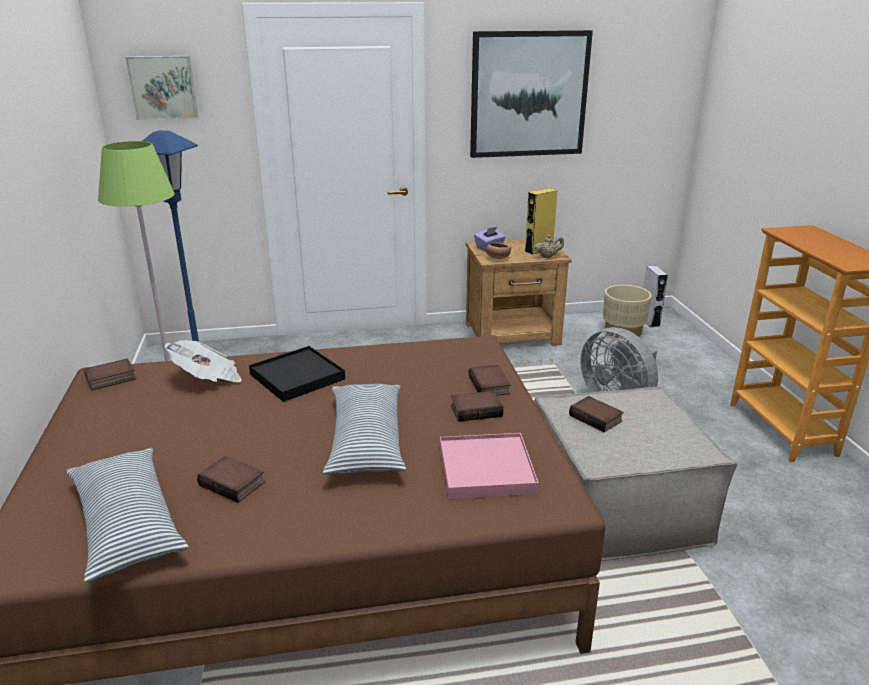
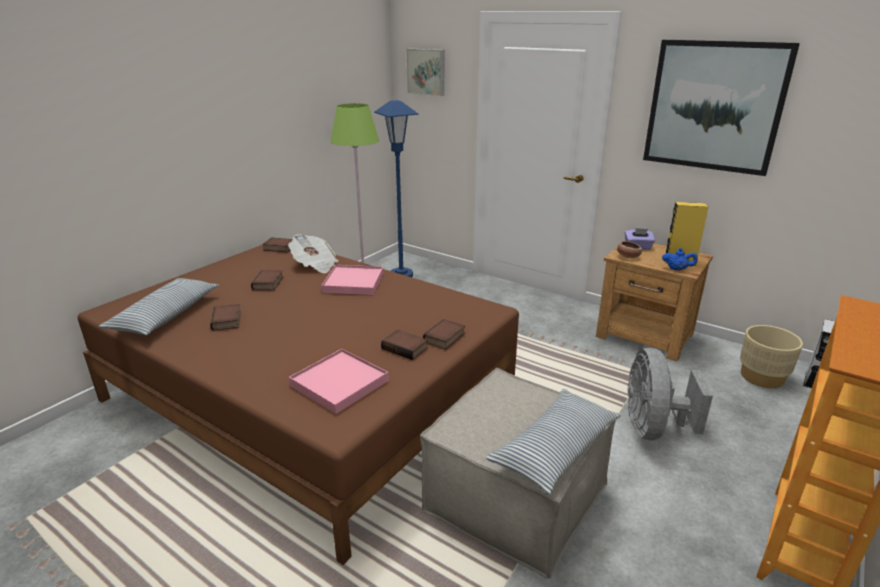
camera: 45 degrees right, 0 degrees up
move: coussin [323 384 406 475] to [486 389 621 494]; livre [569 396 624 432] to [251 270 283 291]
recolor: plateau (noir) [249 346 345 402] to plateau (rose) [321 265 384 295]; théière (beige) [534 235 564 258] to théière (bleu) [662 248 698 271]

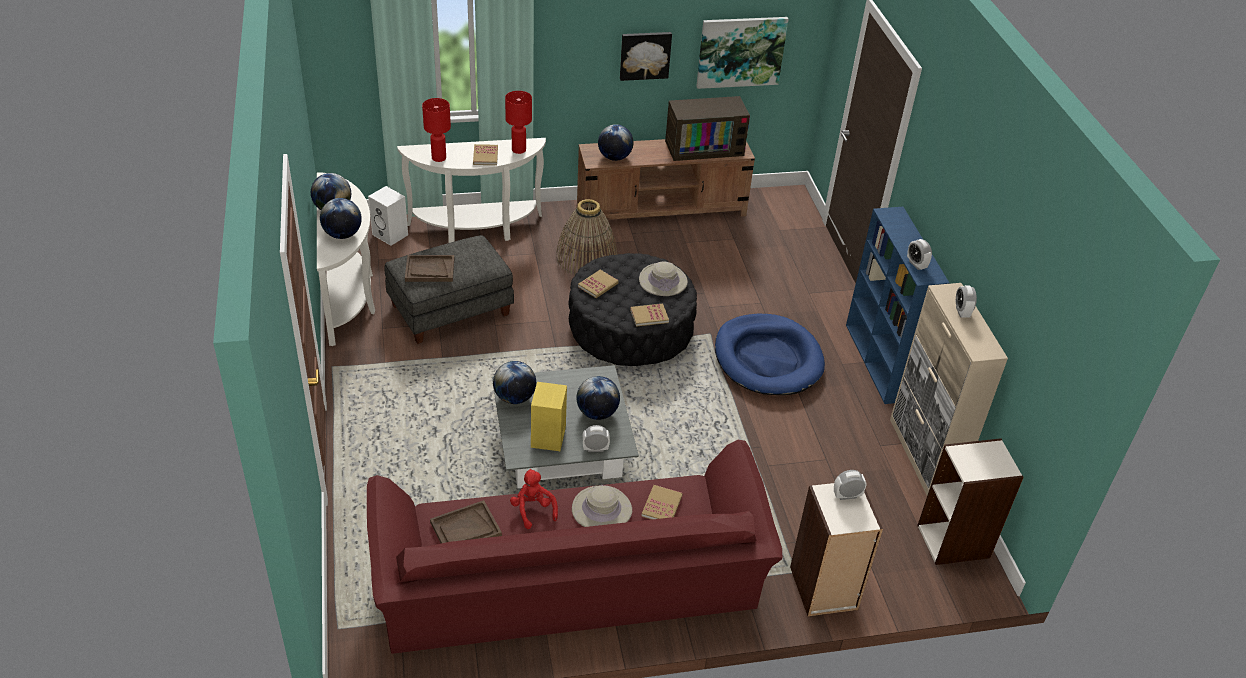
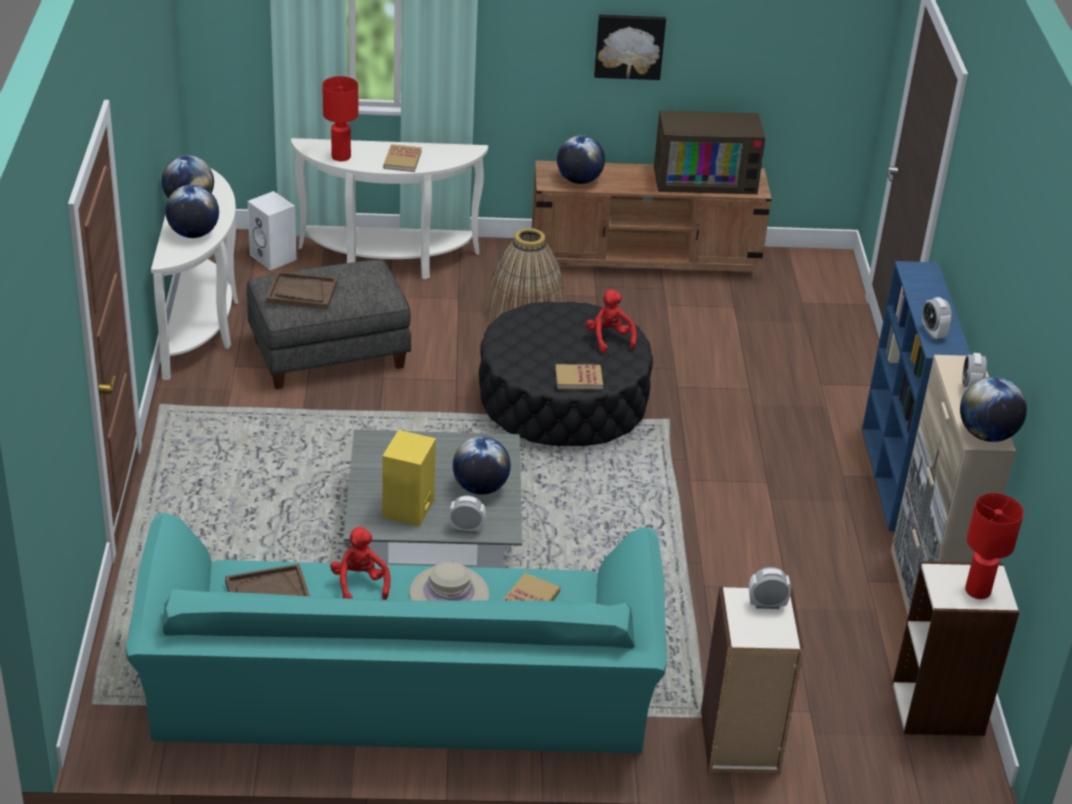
camera: 10 degrees right, 5 degrees down
delete: livre [578 270 619 298]; tableau [696 17 788 89]; panier pour chien (bleu) [715 314 825 395]
move: globe [493 361 536 404] to [960 377 1027 442]; lampe de table (rouge) [505 91 532 154] to [965 493 1024 599]
replace: chapeau (beige) [639 262 688 296] to peluche (rouge) [586 289 637 353]
recolor: canapé (rouge) [367 440 782 654] to canapé (turquoise) [126 512 667 753]

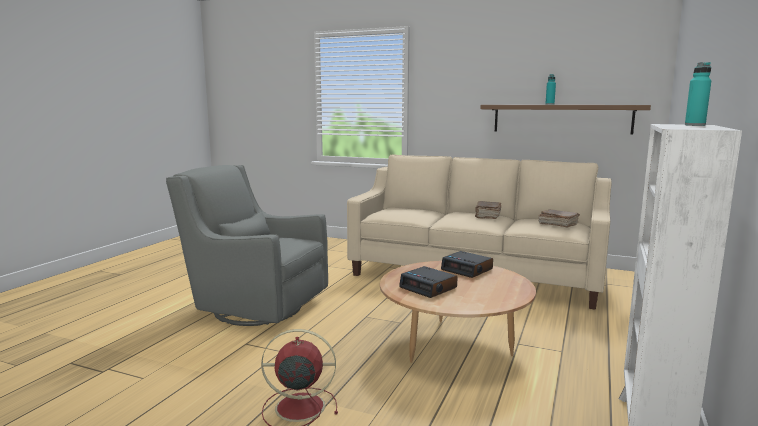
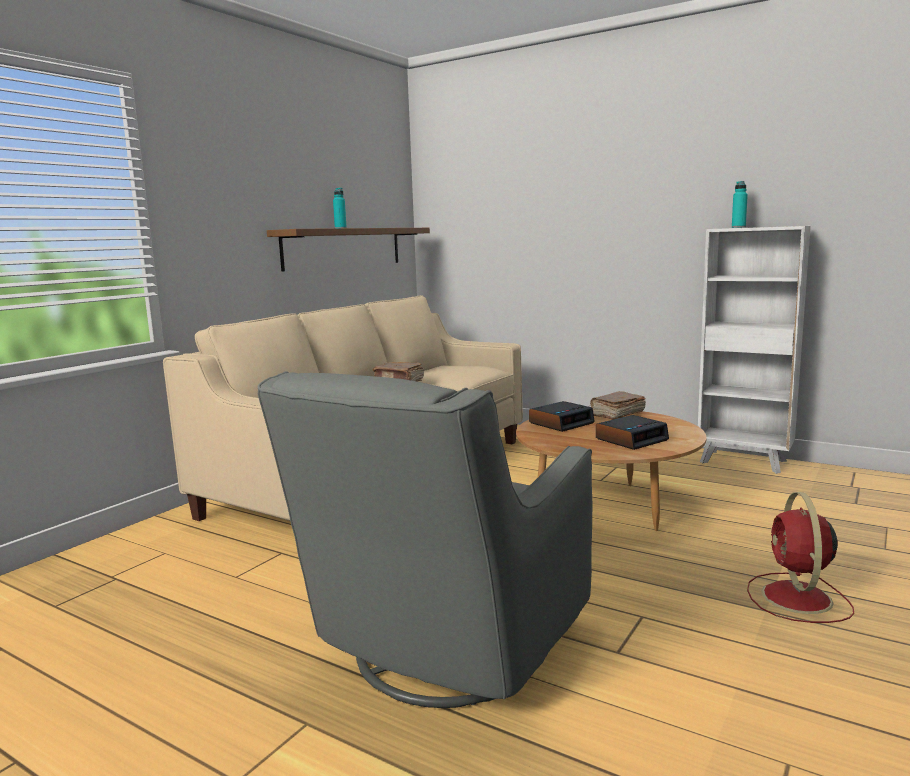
camera: 80 degrees left, 0 degrees up
move: livre (marron) [538 209 580 227] to [590 391 646 420]

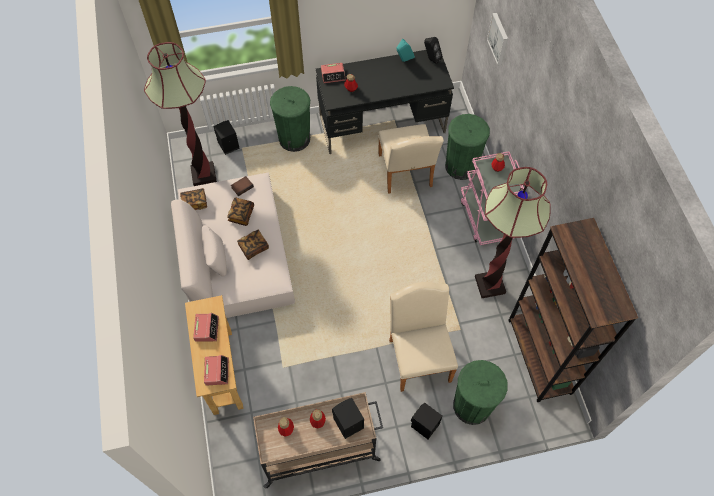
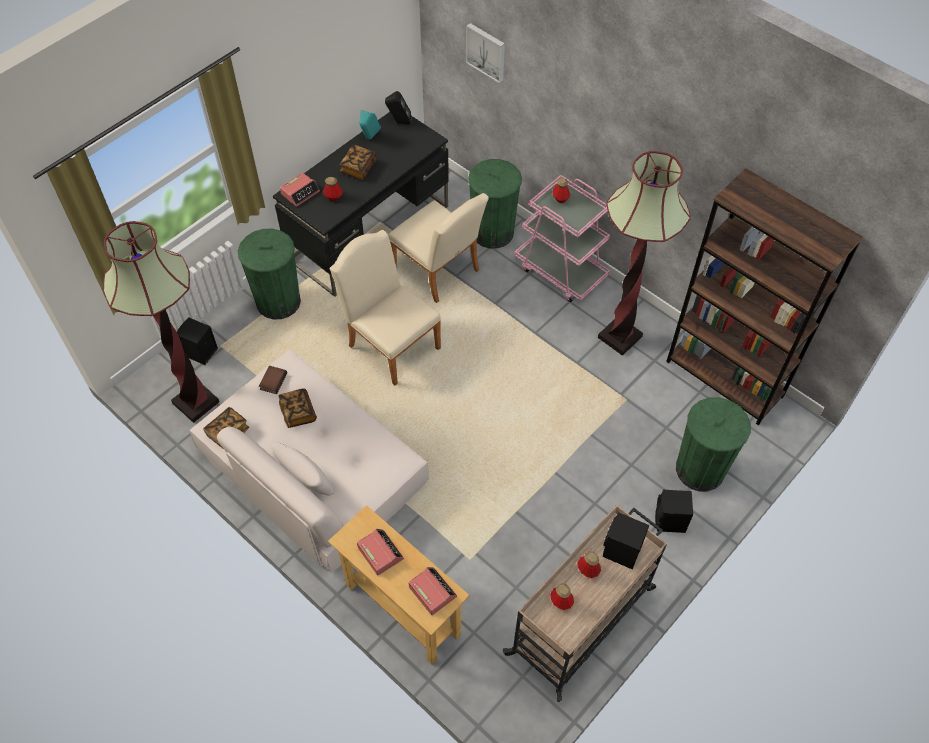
camera: 35 degrees left, 5 degrees down
move: livre [237 230 269 260] to [340 145 377 181]; chaise (beige) [389 282 458 392] to [329 230 441 385]

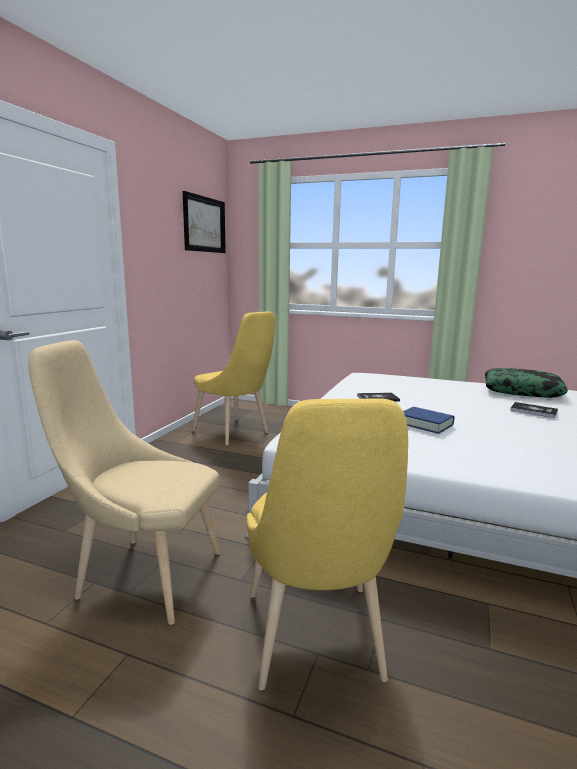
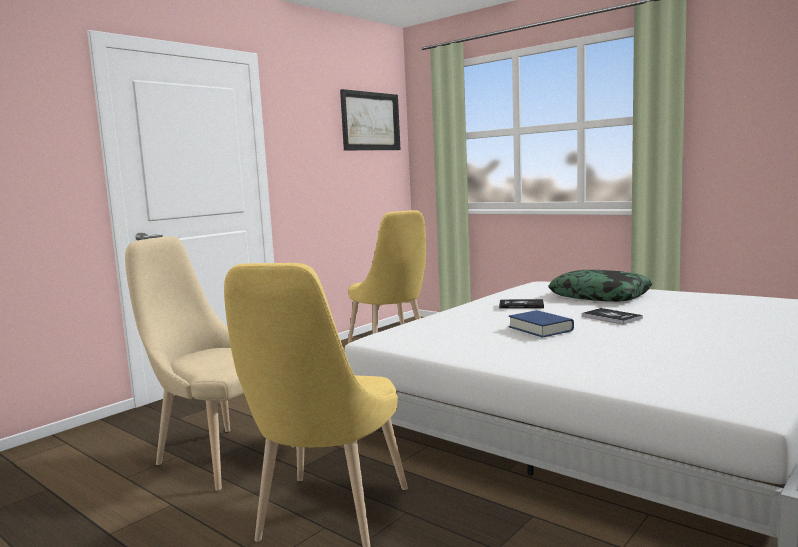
camera: 20 degrees right, 5 degrees down
move: coussin [485 368 568 398] to [548 270 653 302]; livre [510 402 558 418] to [582 308 643 325]

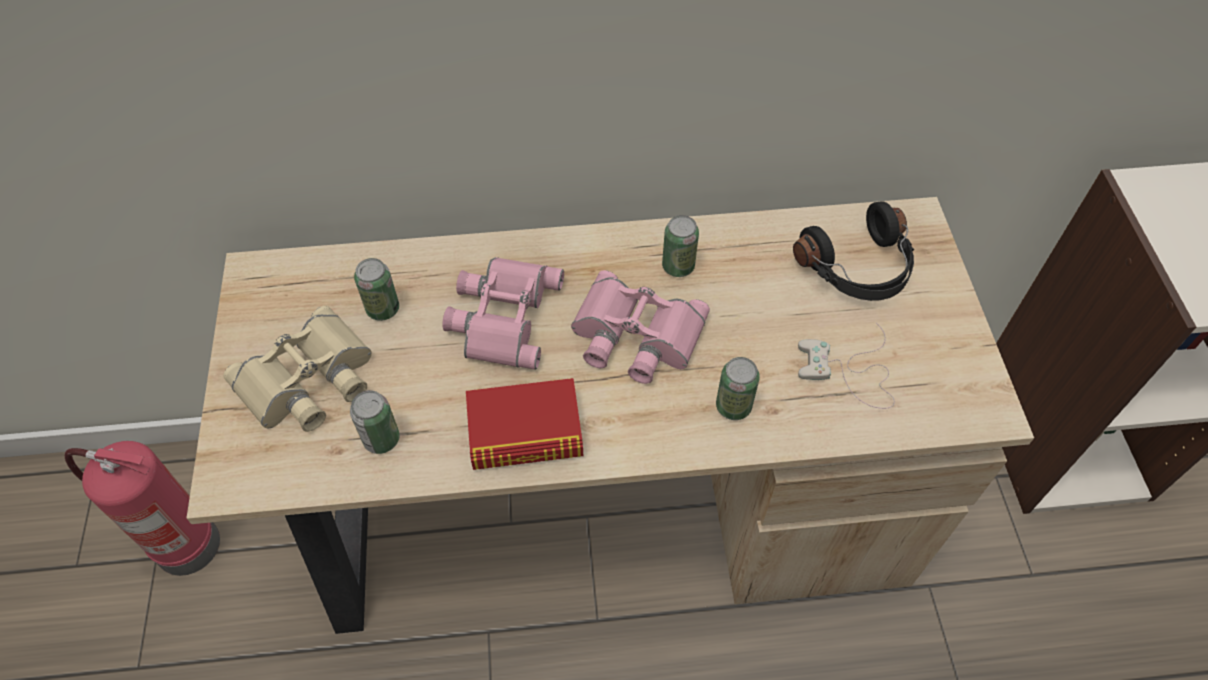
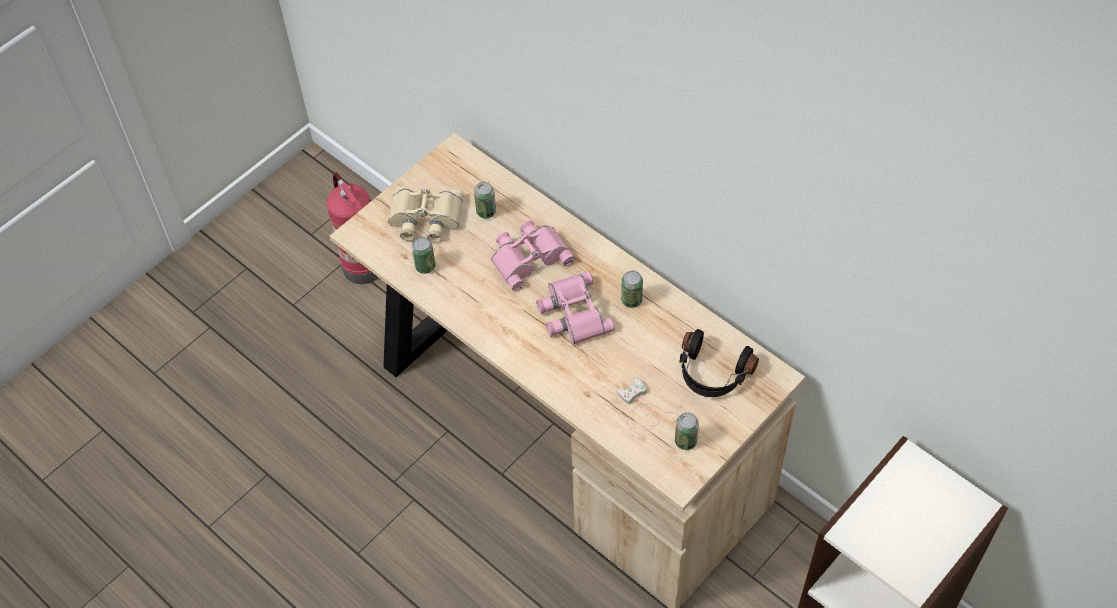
camera: 50 degrees right, 0 degrees up
delete: livre [466 378 583 470]
move: boîte métallique [716 357 760 420] to [675 413 699 450]

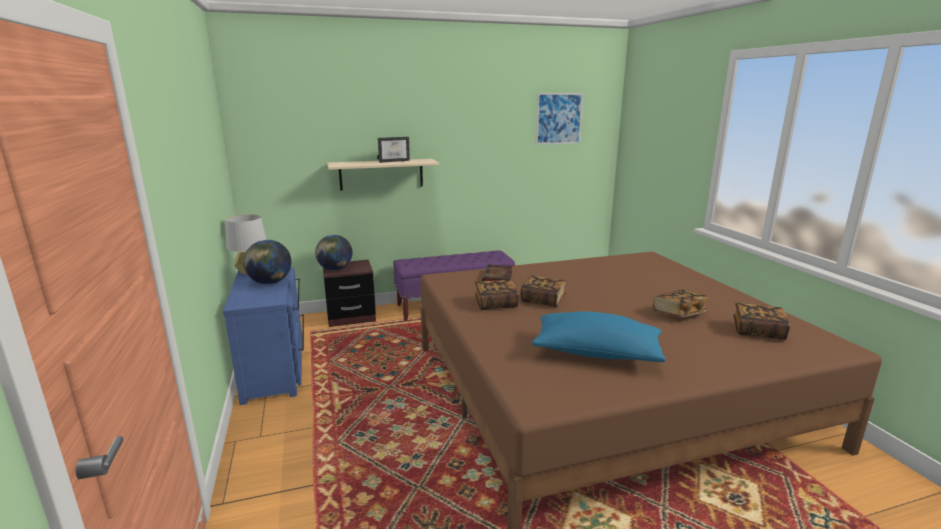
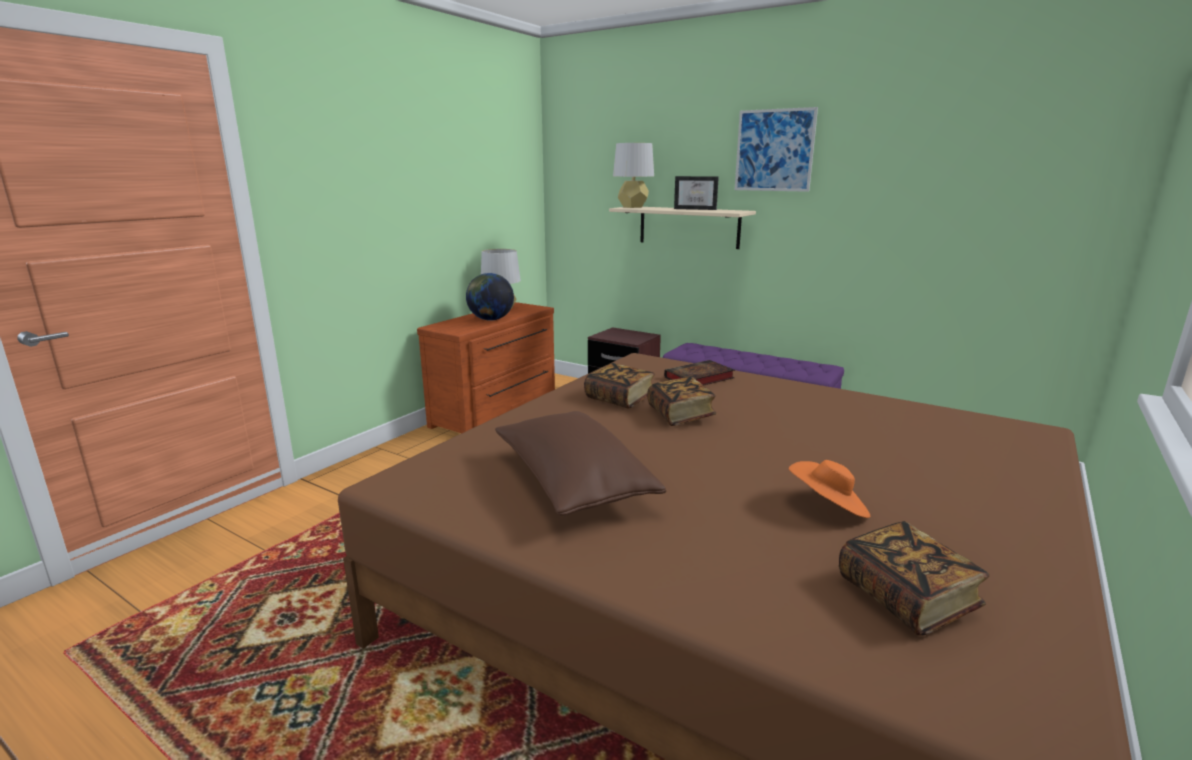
camera: 50 degrees right, 0 degrees up
delete: globe [315 235 352 271]
insert: lampe de table (gris) [613 143 654 208]
move: tableau [536 93 583 145] to [735 107 818 192]
replace: livre [653 290 709 318] to chapeau (orange) [788 460 871 518]
recolor: commode (bleu) [223 267 304 405] to commode (marron) [417 302 555 434]; coussin (bleu) [532 311 666 362] to coussin (marron) [495 411 666 516]

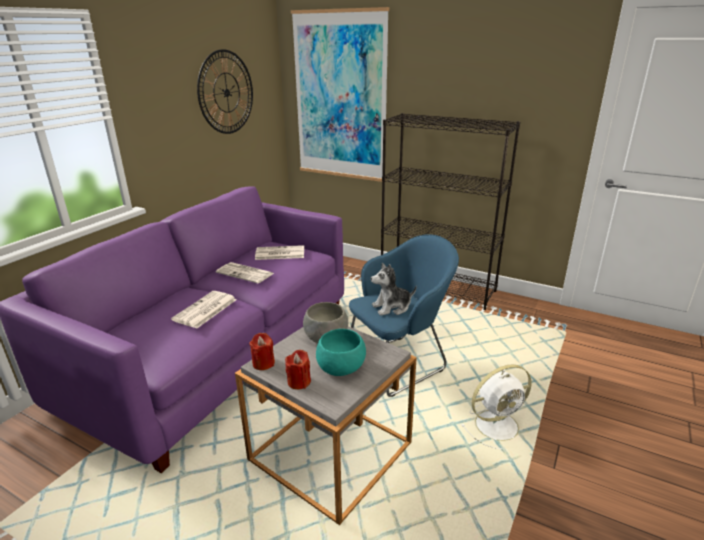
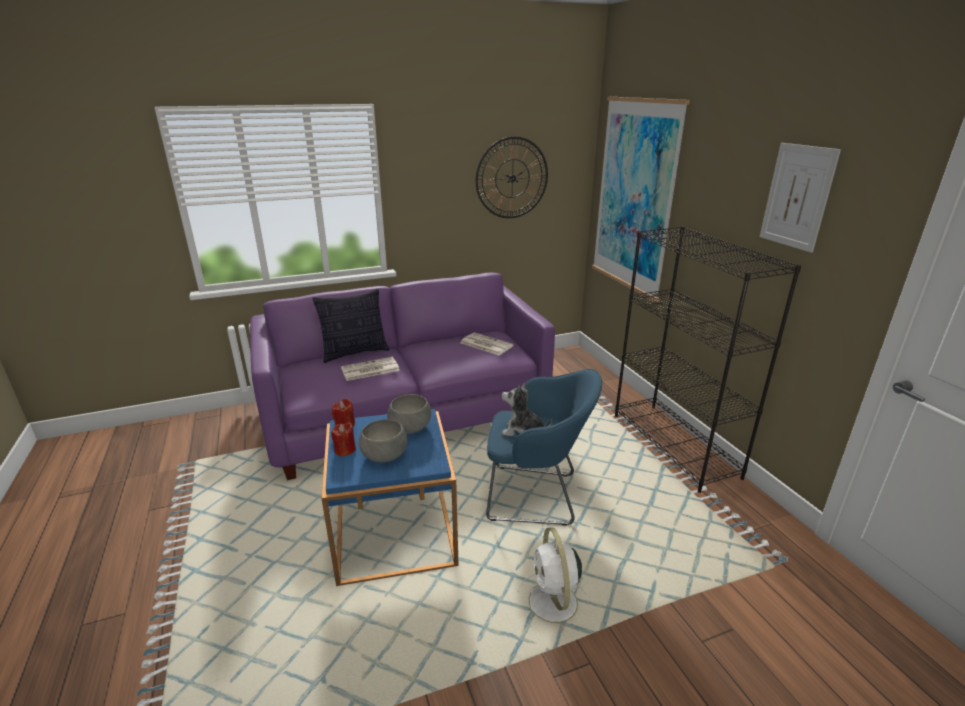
camera: 40 degrees right, 0 degrees up
delete: journal [216 262 274 283]
insert: coussin [312 289 390 363]; tableau [760 143 841 253]
recolor: table d'appoint (gris) [235 326 417 525] to table d'appoint (bleu) [322 409 459 586]; bol (turquoise) [316 329 366 376] to bol (gris) [358 419 407 462]
rotate: ventilateur (blanc) [461 365 532 449] = [518 527 588 623] 60 degrees clockwise

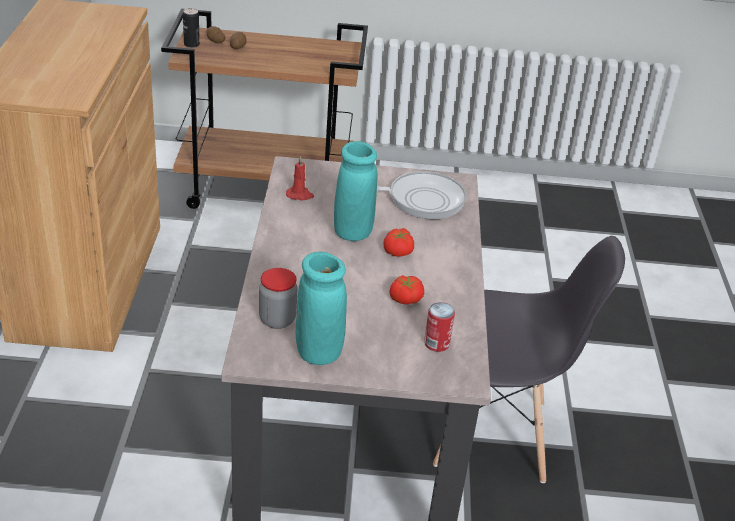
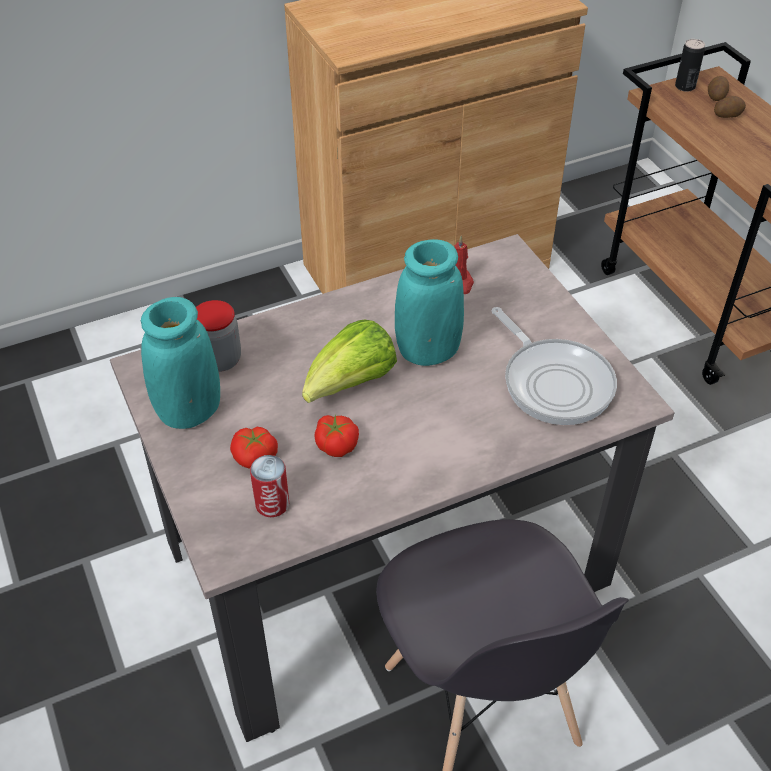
camera: 65 degrees right, 10 degrees up
insert: laitue [302 320 397 403]
move: tomate [383 228 414 257] to [230 427 278 469]

